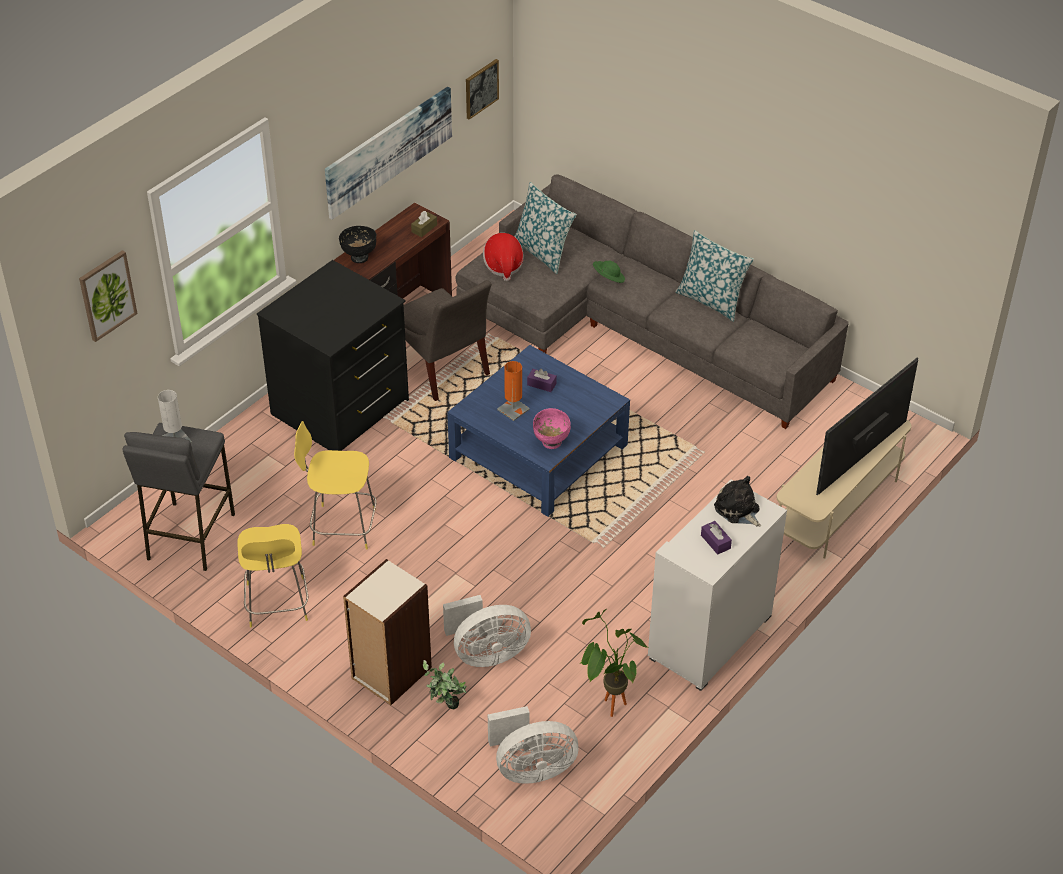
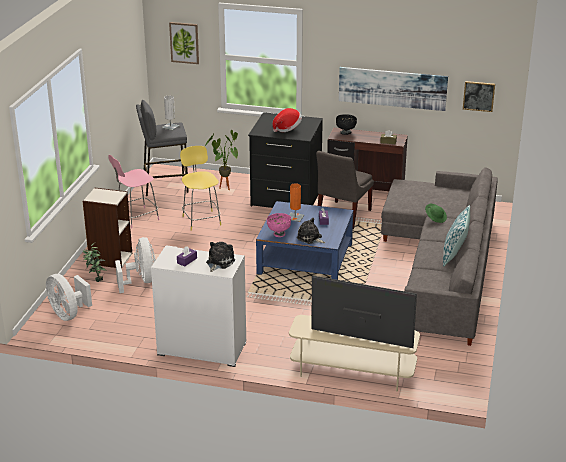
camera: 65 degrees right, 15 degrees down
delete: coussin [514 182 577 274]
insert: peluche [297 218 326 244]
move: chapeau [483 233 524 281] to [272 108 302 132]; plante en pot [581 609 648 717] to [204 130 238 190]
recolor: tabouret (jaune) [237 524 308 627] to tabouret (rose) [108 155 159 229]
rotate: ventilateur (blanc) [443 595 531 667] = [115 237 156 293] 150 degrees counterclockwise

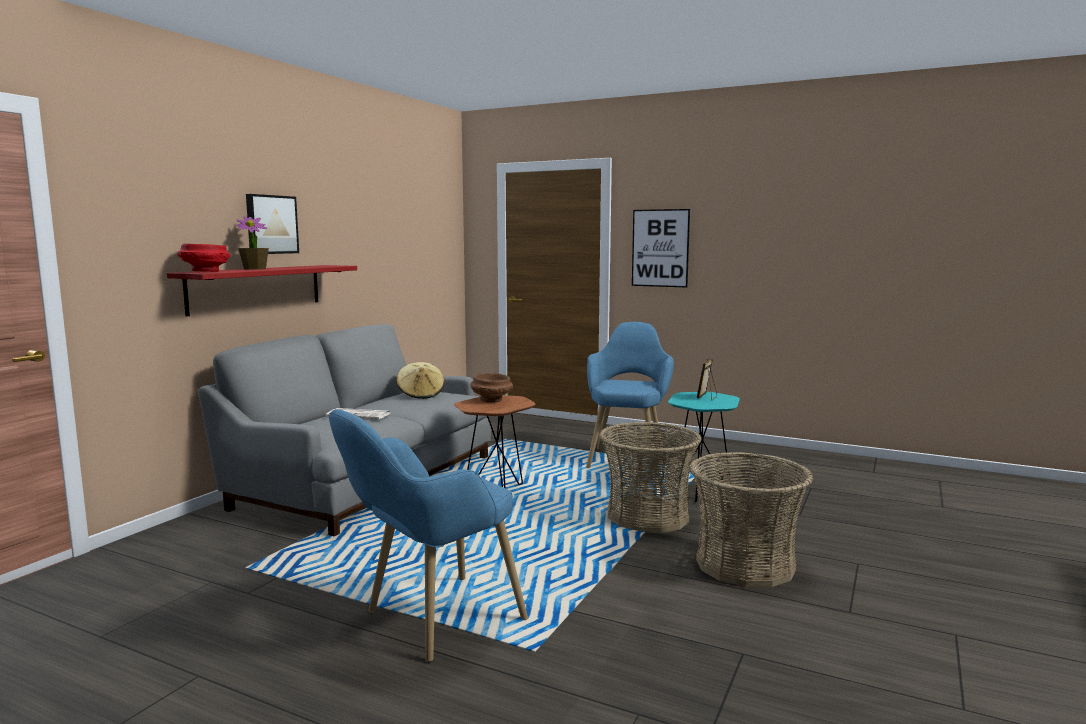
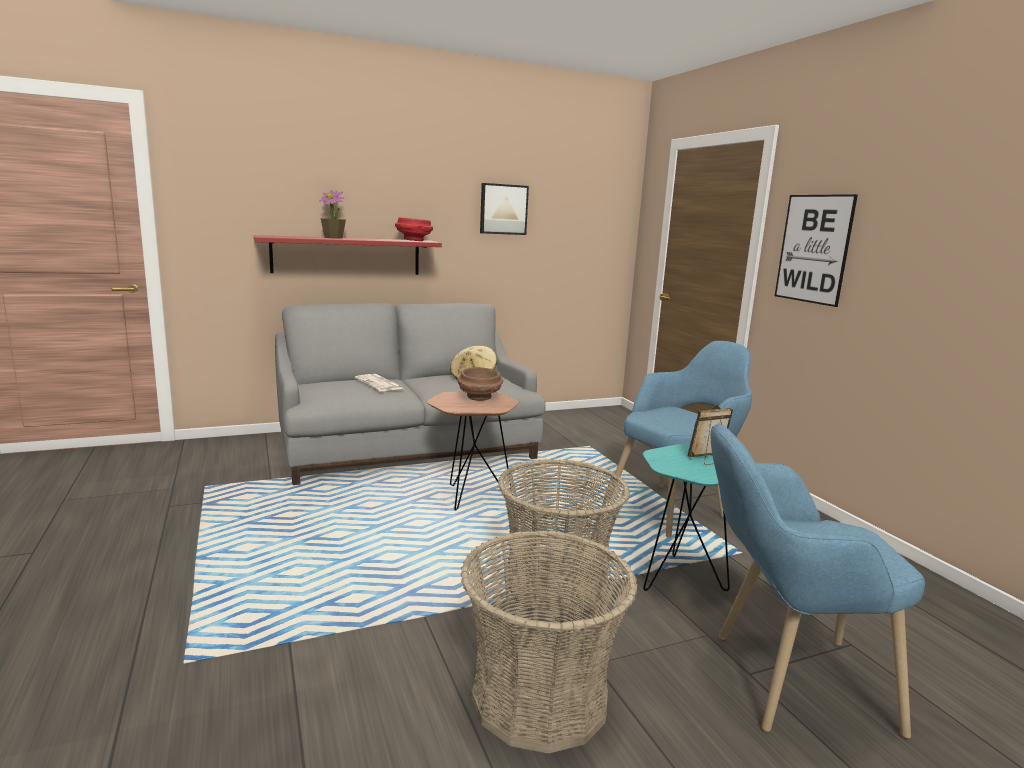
camera: 40 degrees right, 5 degrees up
move: bol (rouge) [177 244 231 272] to [395 217 433 241]; tableau [246 194 299 254] to [480 183 529 235]; fauteuil (bleu) [329 409 528 662] to [710 424 925 739]

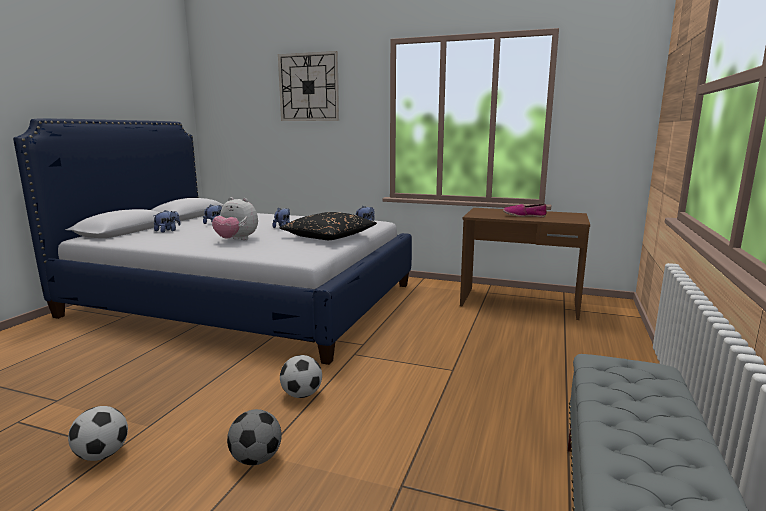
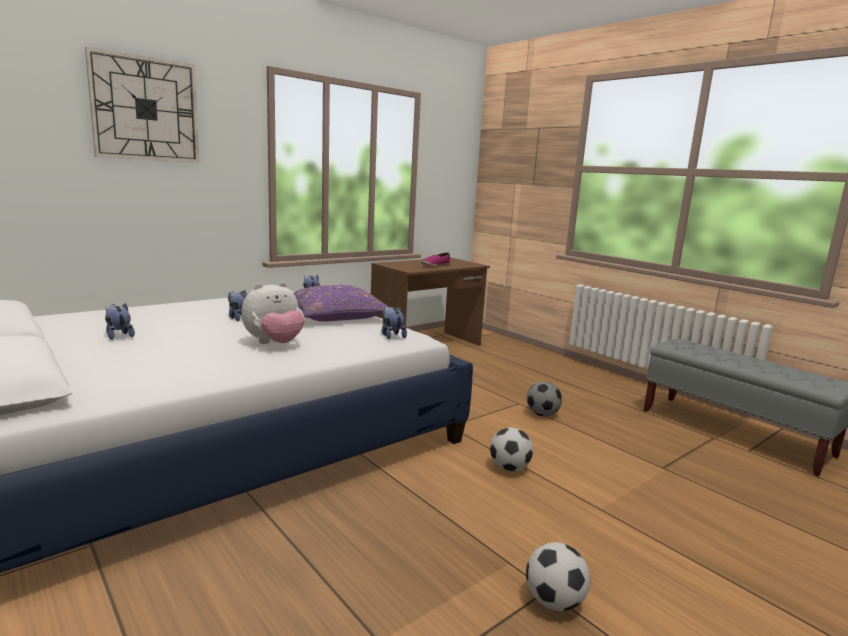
camera: 60 degrees left, 0 degrees up
move: peluche [153 210 181 232] to [382 306 407 339]; ballon de foot [227 409 282 465] to [527 381 562 416]
recolor: coussin (noir) [279 212 377 240] to coussin (violet) [293 285 387 322]

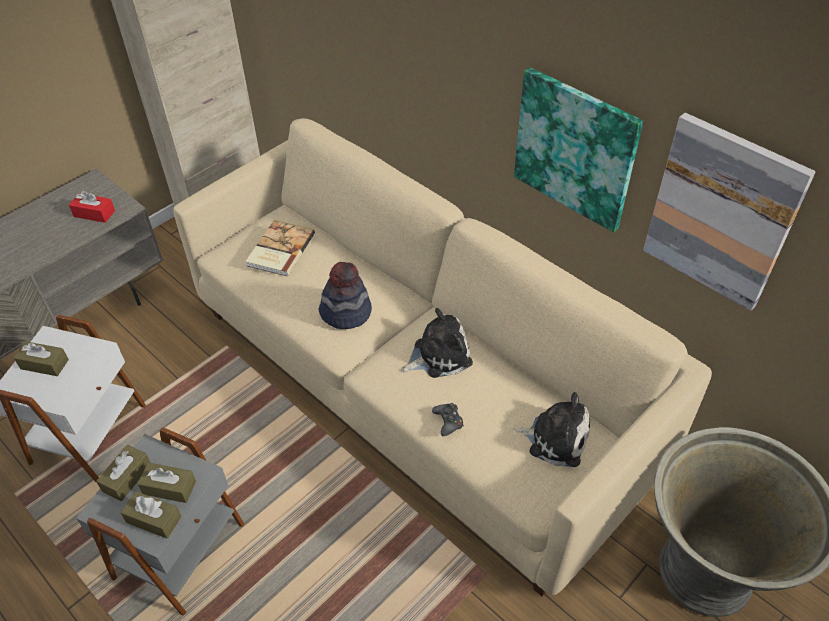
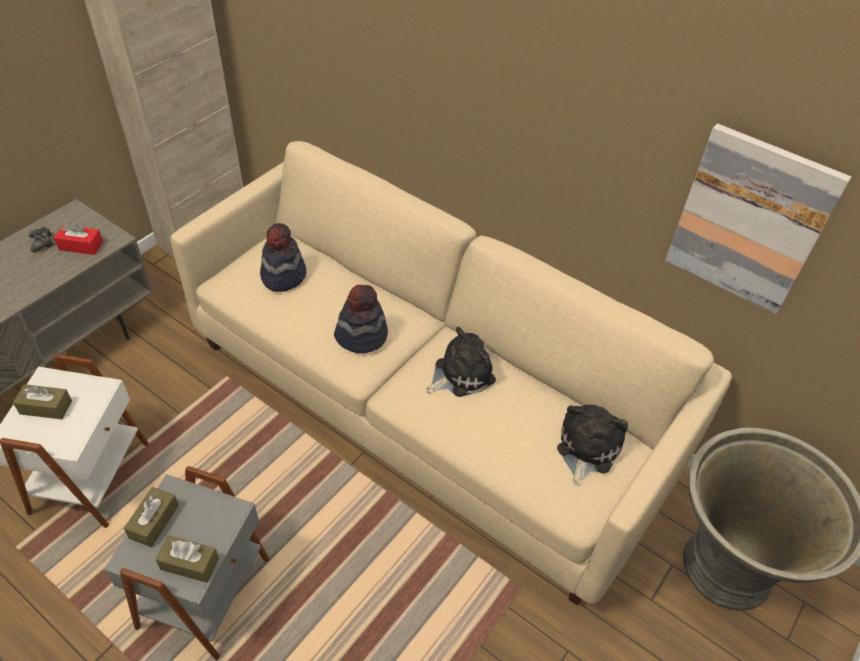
camera: 10 degrees left, 0 degrees up
delete: boîte à mouchoirs (marron) [137 463 196 503]; tableau [514 67 643 232]
move: manette (noir) [432 403 464 436] to [29 226 54 252]
replace: livre [245 220 315 276] to chapeau [260 223 306 292]
rotate: peluche [512 392 590 467] = [557 404 628 486] 75 degrees counterclockwise

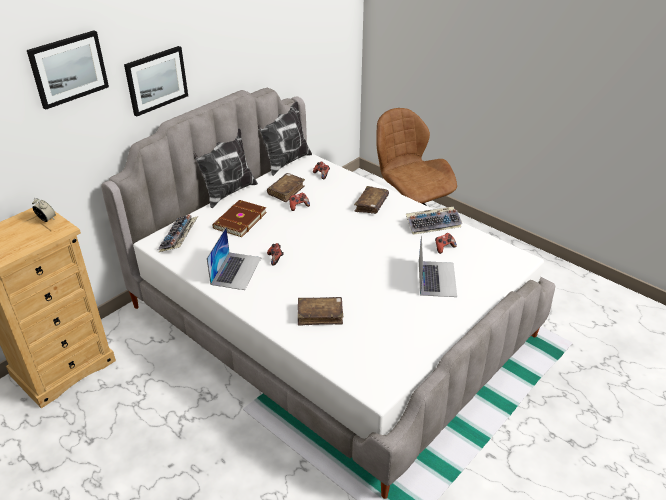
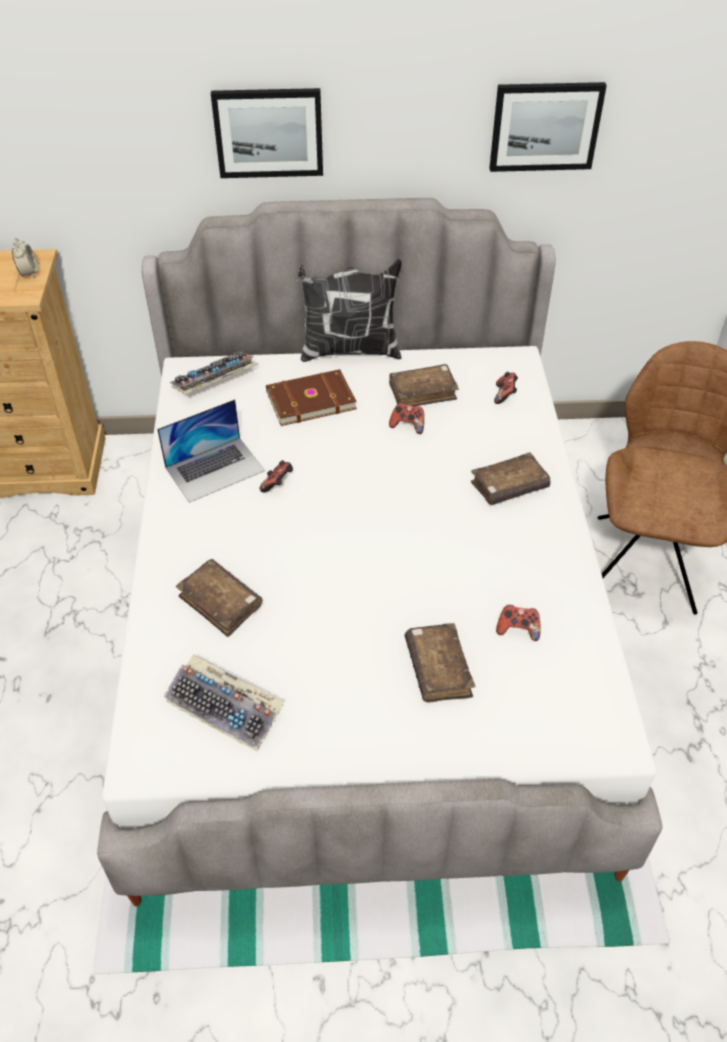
camera: 45 degrees right, 10 degrees up
delete: coussin [257 101 312 176]
move: tableau [27 30 109 110] to [490 82 607 172]; clavier [406 207 462 235] to [163 654 284 751]
replace: ordinateur portable [419 235 457 297] to livre (marron) [405 623 475 702]

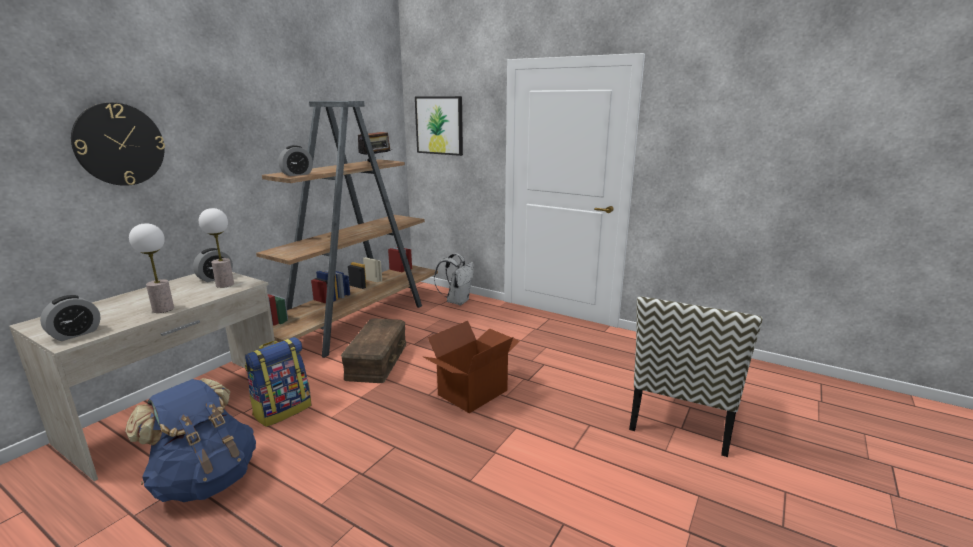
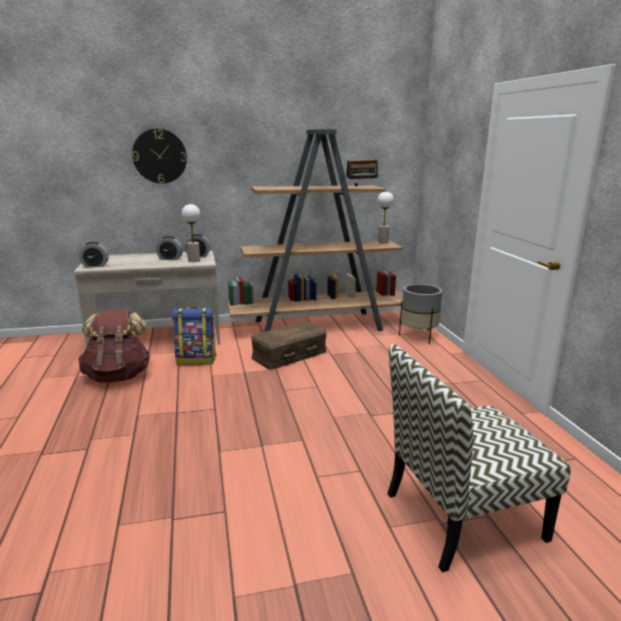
camera: 45 degrees right, 0 degrees up
delete: tableau [415 96 463 156]; carton [422 321 520 413]
move: lampe de table [129 223 174 313] to [377 192 394 243]; réveil [278 145 313 176] to [156 236 183 260]
replace: sac à dos (blanc) [434 253 474 305] to cache-pot (gris) [399 284 442 344]
recolor: sac à dos (bleu) [125 378 256 502] to sac à dos (marron) [78 310 151 382]

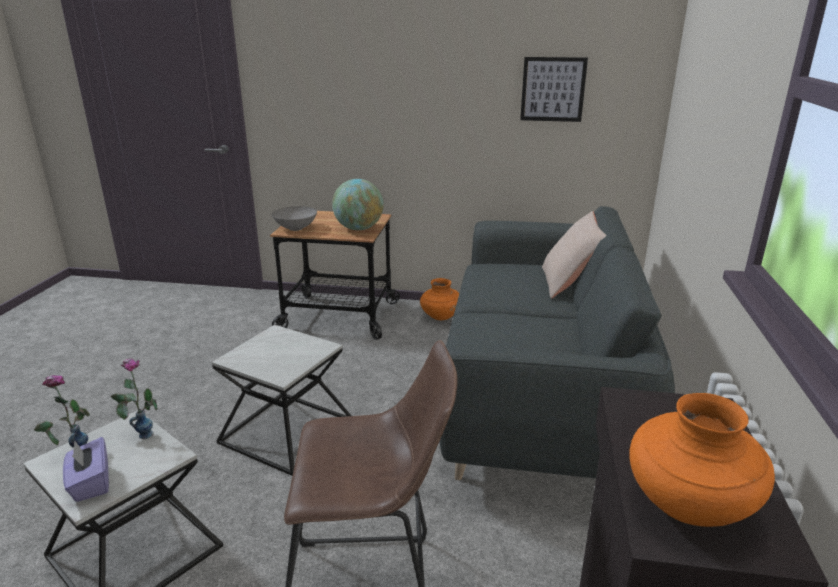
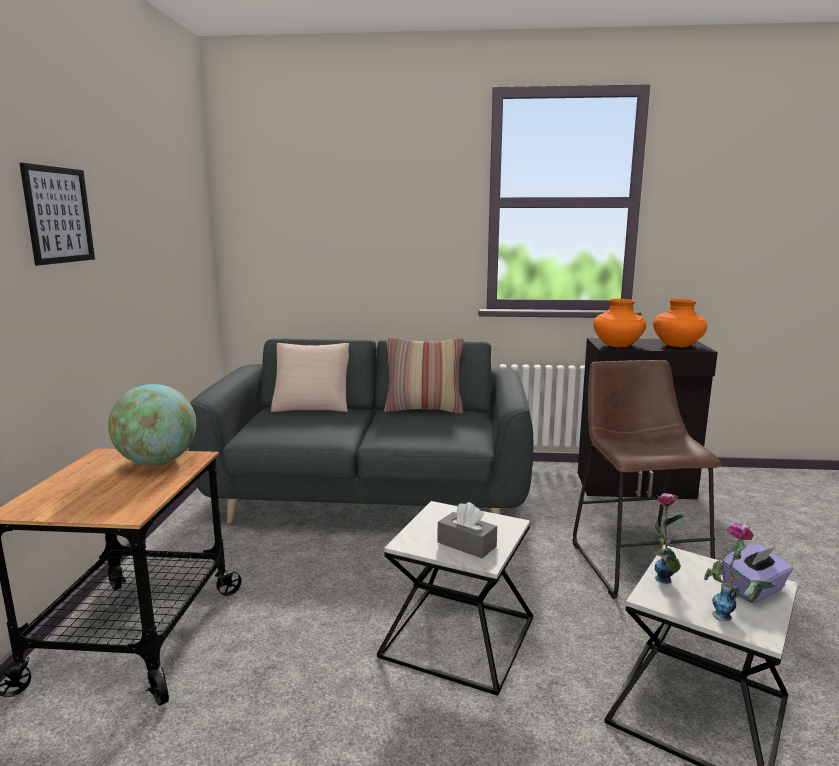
camera: 95 degrees left, 10 degrees down
delete: bol (gris) [272 206 317 231]
insert: coussin [384 338 464 414]; boîte à mouchoirs (gris) [438 502 497 558]
move: vase (orange) [420 278 459 320] to [593 299 646 347]; tableau [520 57 588 122] to [20 163 95 265]

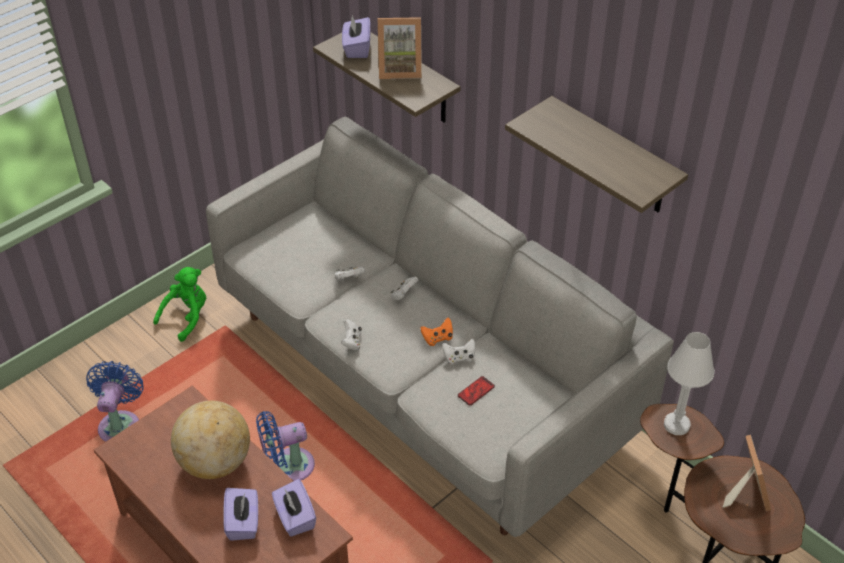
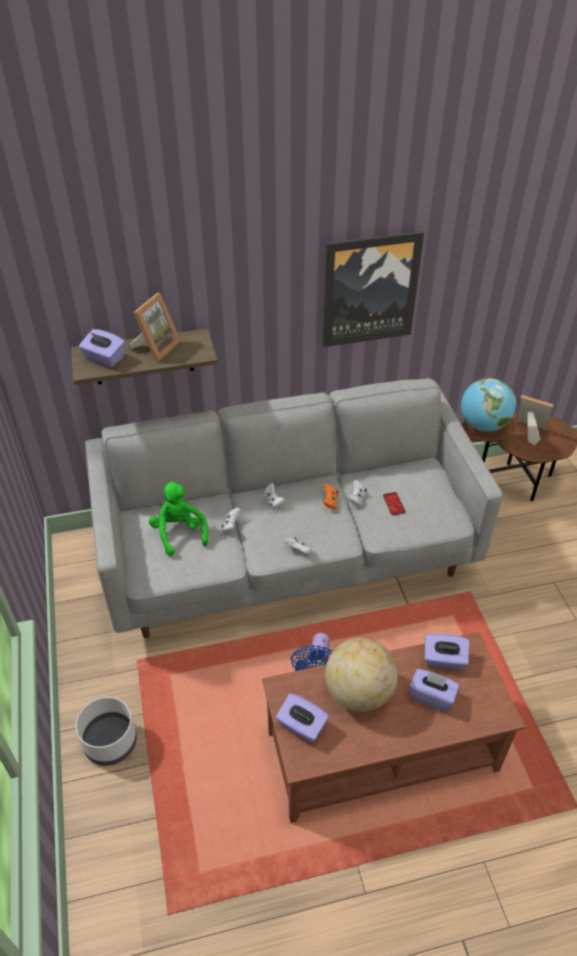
camera: 60 degrees left, 0 degrees up
delete: ventilateur (bleu) [86 361 144 442]
insert: cache-pot (gris) [76 697 137 766]; boîte à mouchoirs (violet) [276 693 329 743]
move: peluche (vert) [153 267 206 342] to [149 481 208 556]
replace: étagère [505 96 688 213] to tableau [322 231 424 347]; lampe de table (blanc) [664 332 714 435] to globe [461 378 516 432]

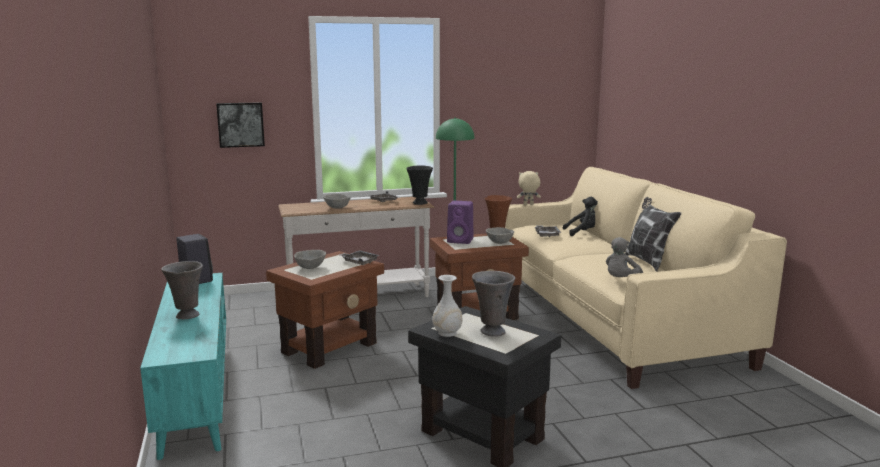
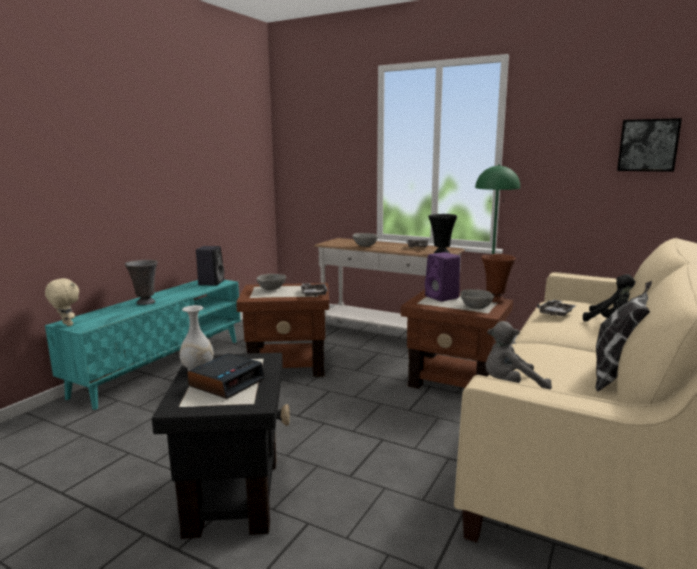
camera: 45 degrees right, 0 degrees up
move: tableau [216 102 265 148] to [617 118 682 172]; peluche (beige) [517 171 541 205] to [45 278 79 326]
replace: vase (gris) [472 271 515 337] to réveil [187 353 265 399]

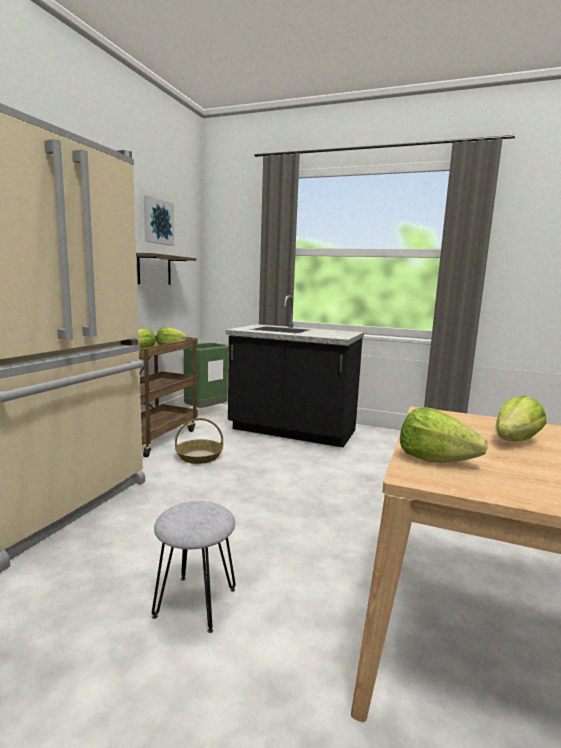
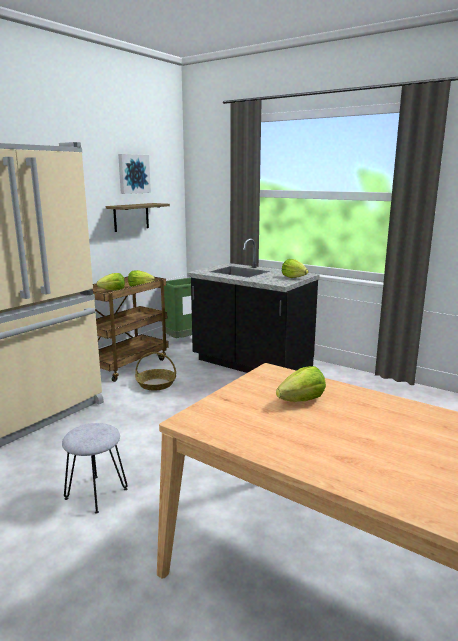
camera: 15 degrees right, 5 degrees up
move: laitue [400 407 488 463] to [282 259 308 278]

